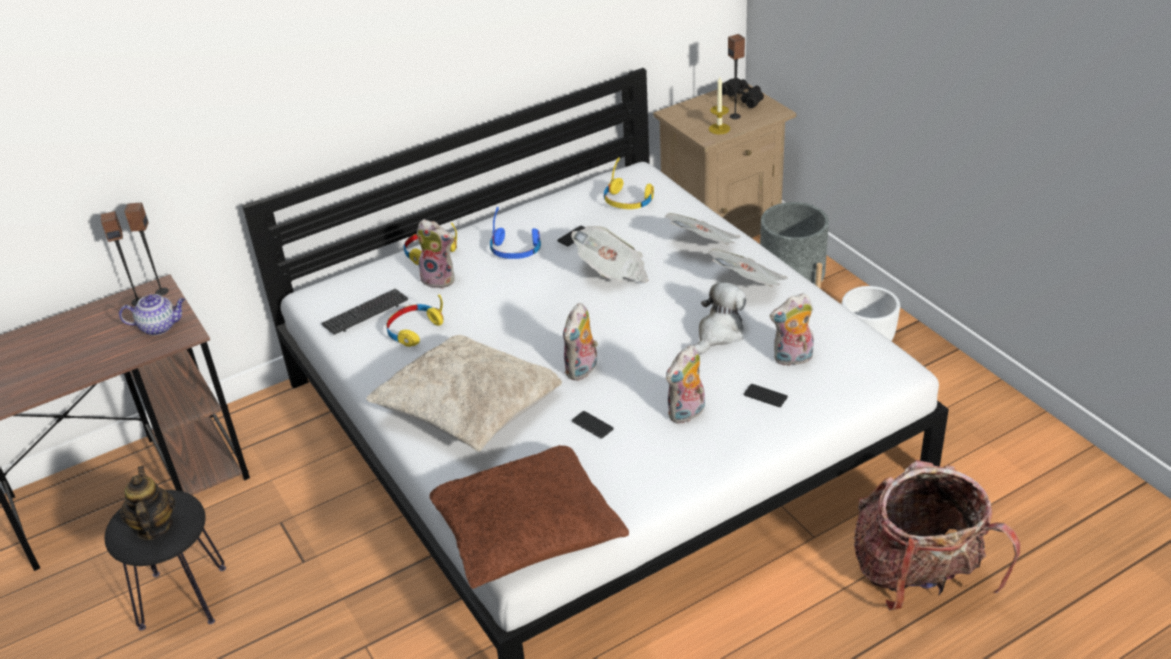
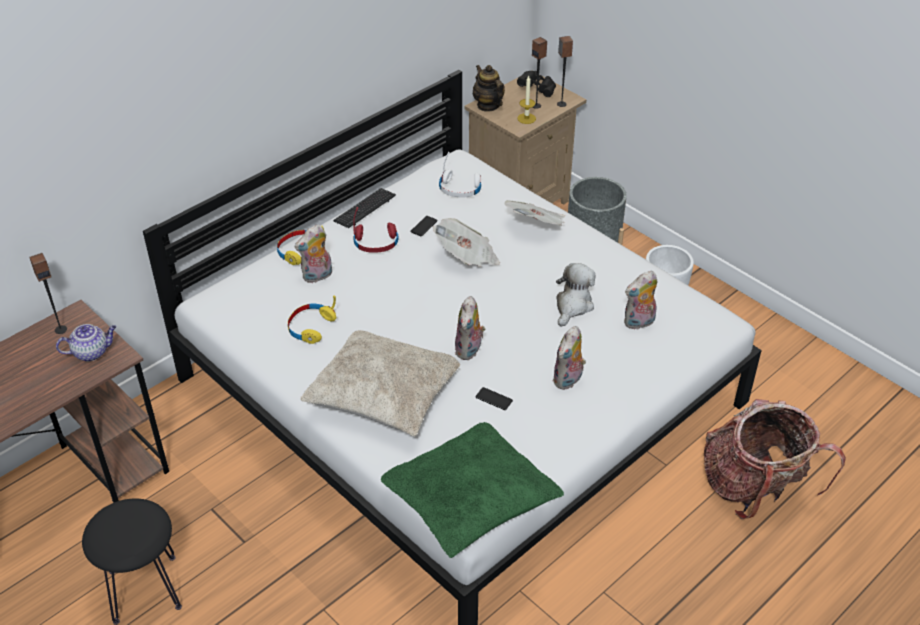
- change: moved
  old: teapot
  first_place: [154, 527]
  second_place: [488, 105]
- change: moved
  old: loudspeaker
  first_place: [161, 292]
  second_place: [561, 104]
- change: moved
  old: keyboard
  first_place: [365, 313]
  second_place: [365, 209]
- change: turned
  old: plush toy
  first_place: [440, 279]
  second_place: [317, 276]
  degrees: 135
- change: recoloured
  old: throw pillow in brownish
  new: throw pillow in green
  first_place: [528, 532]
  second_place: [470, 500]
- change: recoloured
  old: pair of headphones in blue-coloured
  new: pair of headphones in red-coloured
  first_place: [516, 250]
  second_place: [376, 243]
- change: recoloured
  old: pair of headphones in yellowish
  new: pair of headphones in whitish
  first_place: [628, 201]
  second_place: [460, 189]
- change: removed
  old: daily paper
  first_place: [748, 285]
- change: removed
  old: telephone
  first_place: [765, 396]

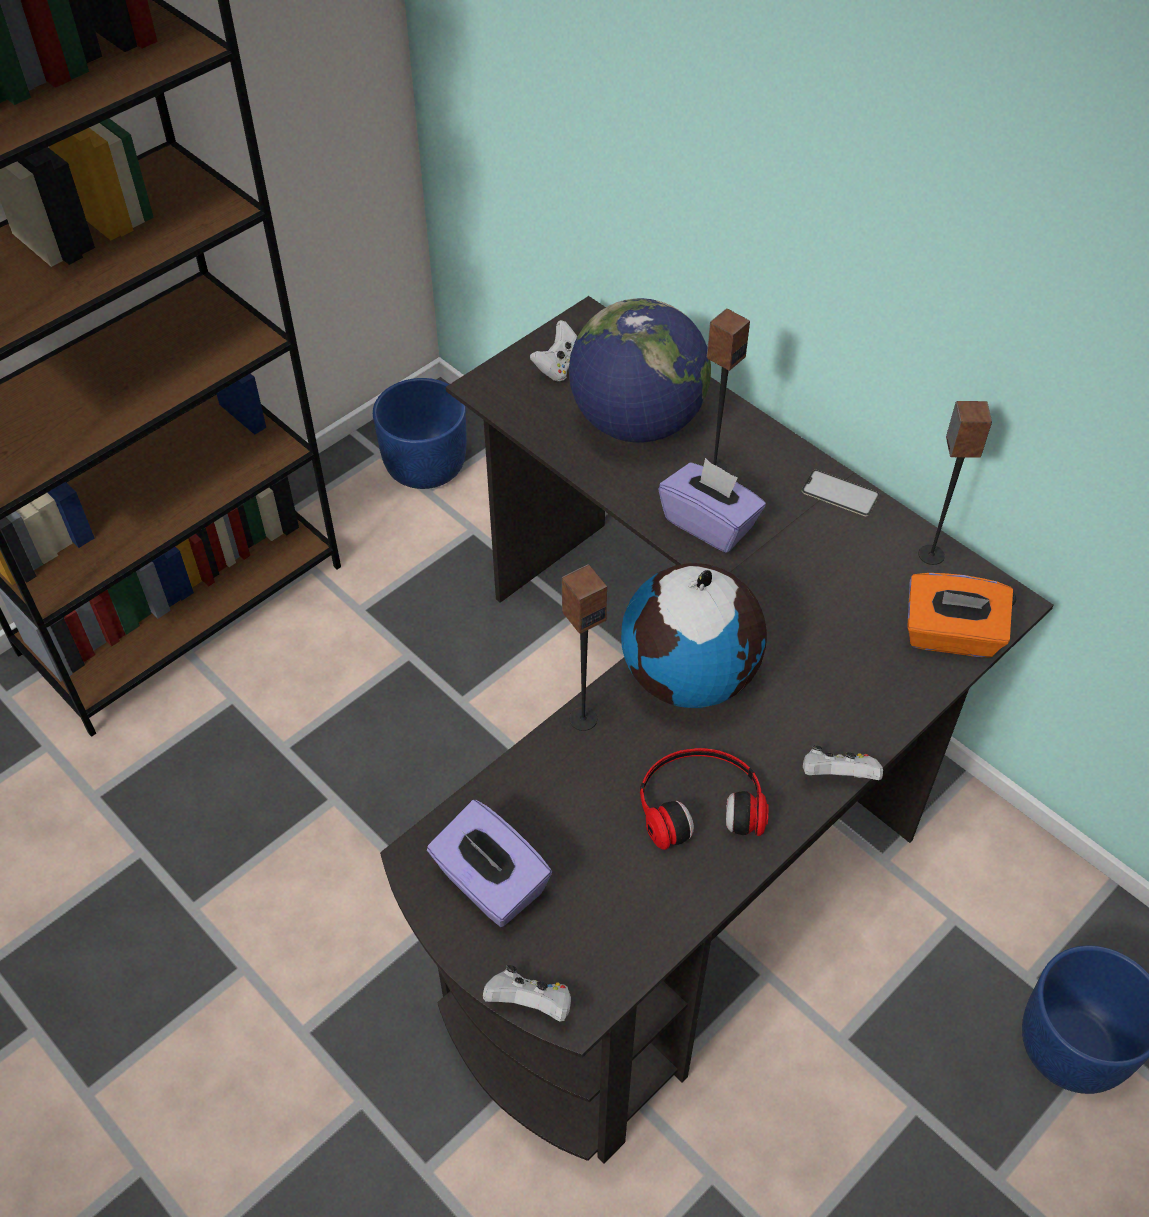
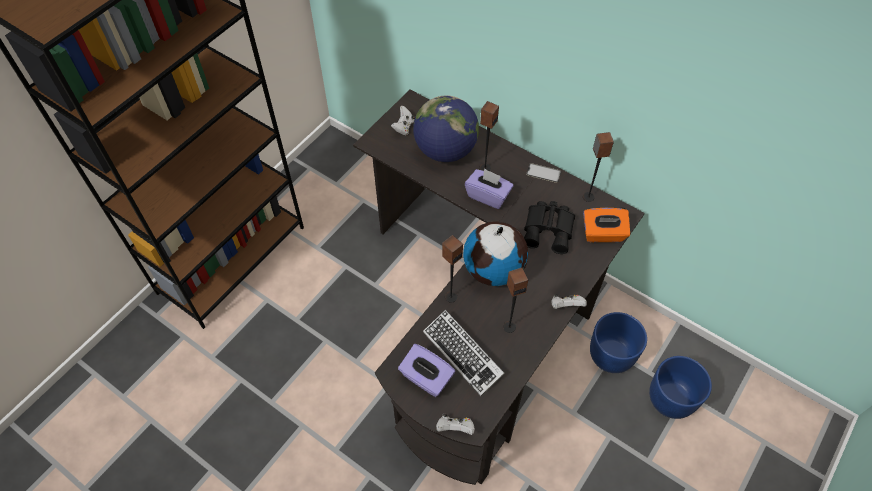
- change: moved
  old: flower pot in blue-coloured
  first_place: [426, 466]
  second_place: [611, 354]
- change: replaced
  old: pair of headphones
  new: loudspeaker
  first_place: [699, 801]
  second_place: [509, 326]
- change: added
  new: keyboard
  second_place: [463, 354]
- change: added
  new: binoculars in black
  second_place: [549, 230]

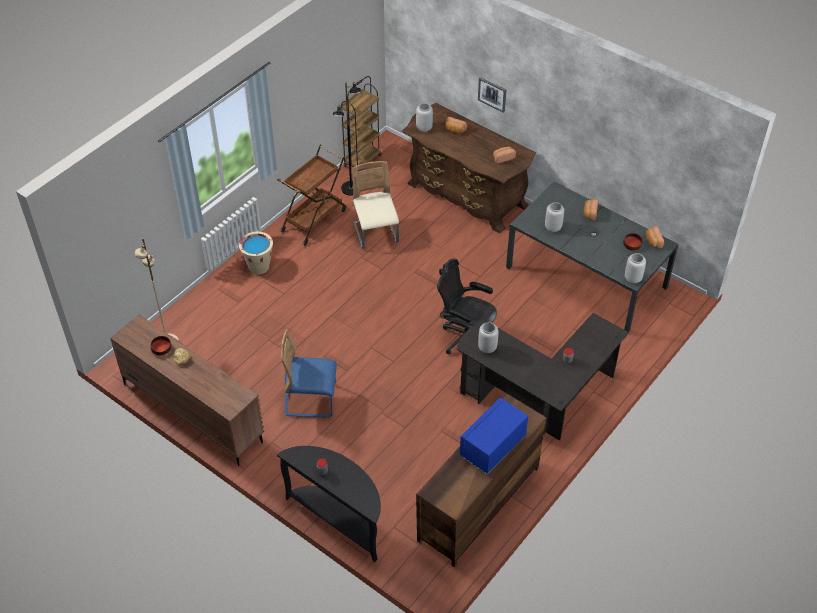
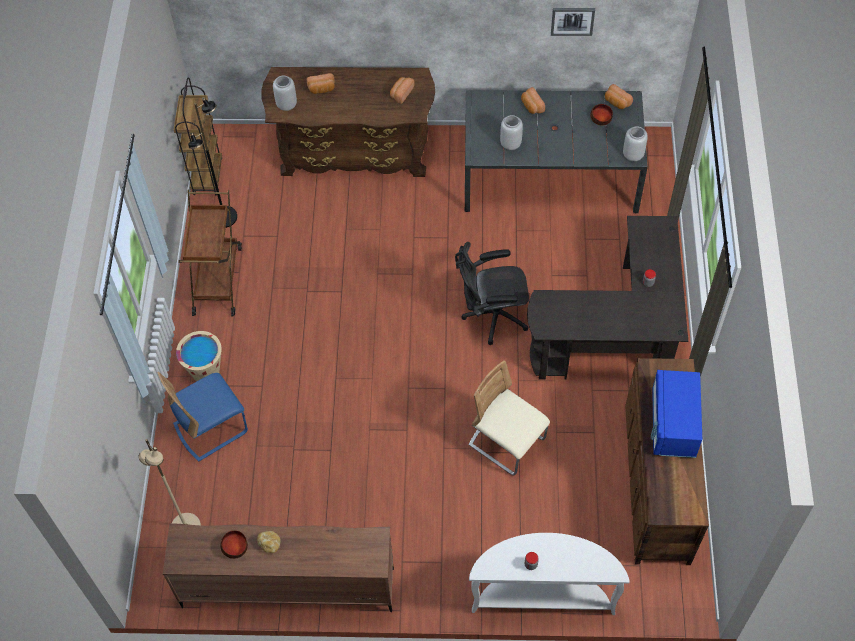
- change: recoloured
  old: hall table in black
  new: hall table in whitish
  first_place: [339, 519]
  second_place: [543, 595]
- change: moved
  old: plain chair in blue-coloured
  first_place: [311, 400]
  second_place: [211, 428]
- change: moved
  old: plain chair in beige
  first_place: [375, 233]
  second_place: [507, 442]
- change: moved
  old: wall picture
  first_place: [492, 94]
  second_place: [572, 20]
- change: removed
  old: decorative vase in greyish
  first_place: [487, 347]

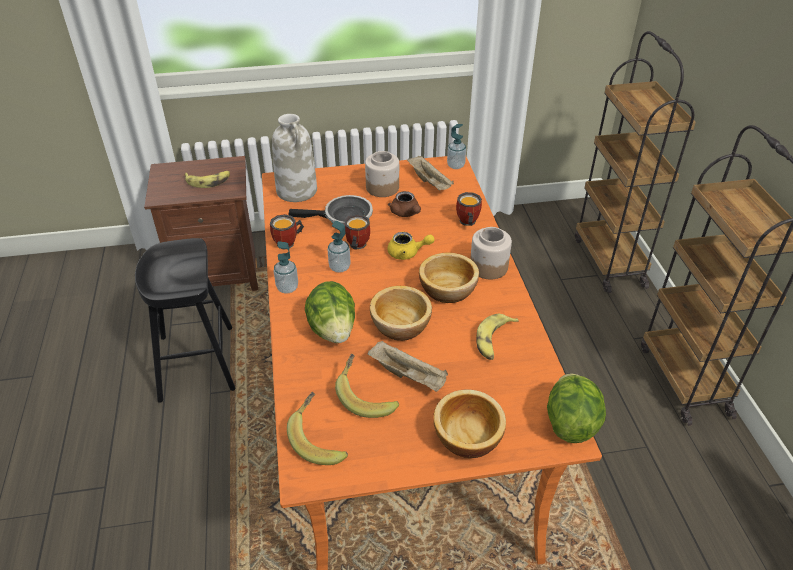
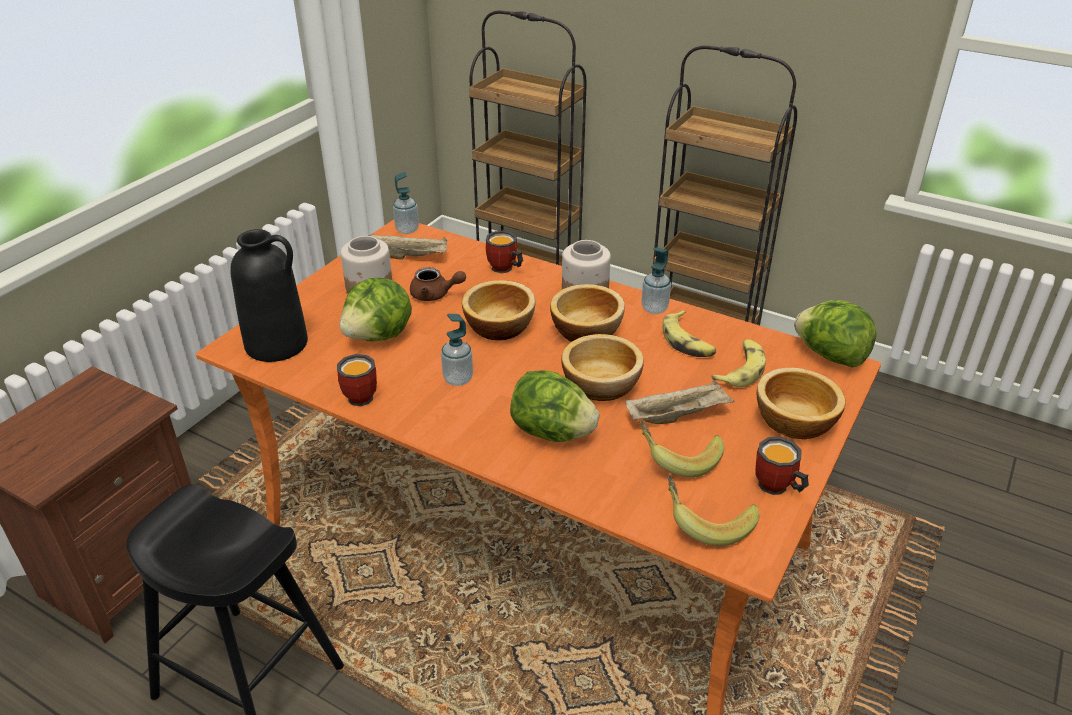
- change: moved
  old: banana fruit
  first_place: [208, 181]
  second_place: [740, 369]
- change: recoloured
  old: decorative vase in whitish
  new: decorative vase in black
  first_place: [297, 191]
  second_place: [278, 344]
- change: moved
  old: soap dispenser
  first_place: [287, 288]
  second_place: [654, 308]
- change: replaced
  old: pan
  new: head of lettuce
  first_place: [344, 218]
  second_place: [379, 336]
- change: moved
  old: coffee mug
  first_place: [356, 246]
  second_place: [776, 489]
- change: replaced
  old: teapot in yellowish
  new: bowl
  first_place: [407, 253]
  second_place: [499, 325]

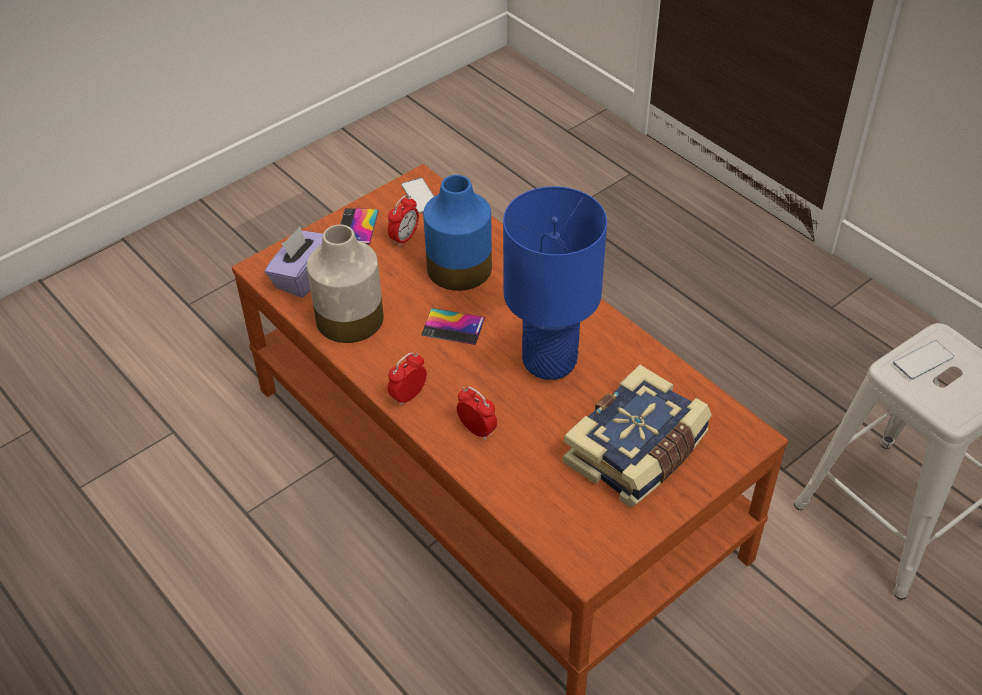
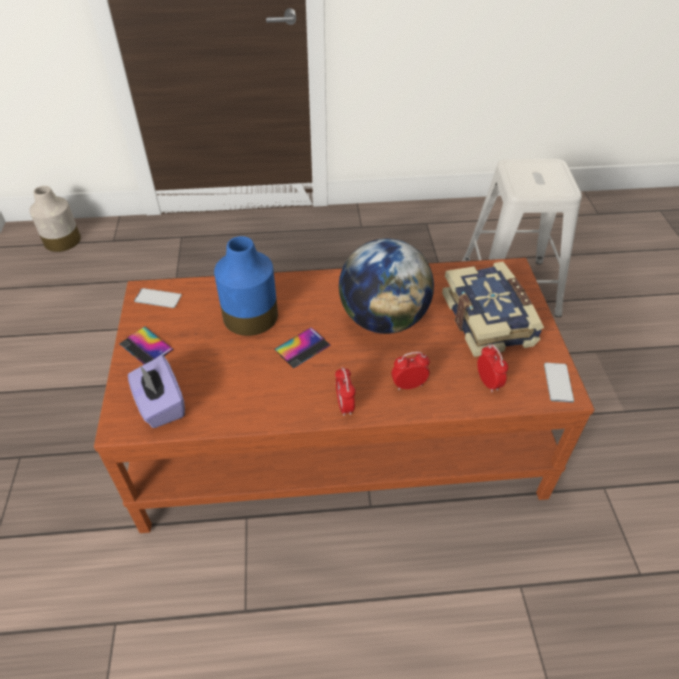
- change: moved
  old: decorative vase in beige
  first_place: [350, 318]
  second_place: [62, 240]
- change: moved
  old: table clock
  first_place: [404, 238]
  second_place: [488, 382]
- change: replaced
  old: lamp for a table in blue-coloured
  new: desk globe
  first_place: [550, 365]
  second_place: [383, 319]
- change: moved
  old: telephone
  first_place: [923, 360]
  second_place: [558, 382]

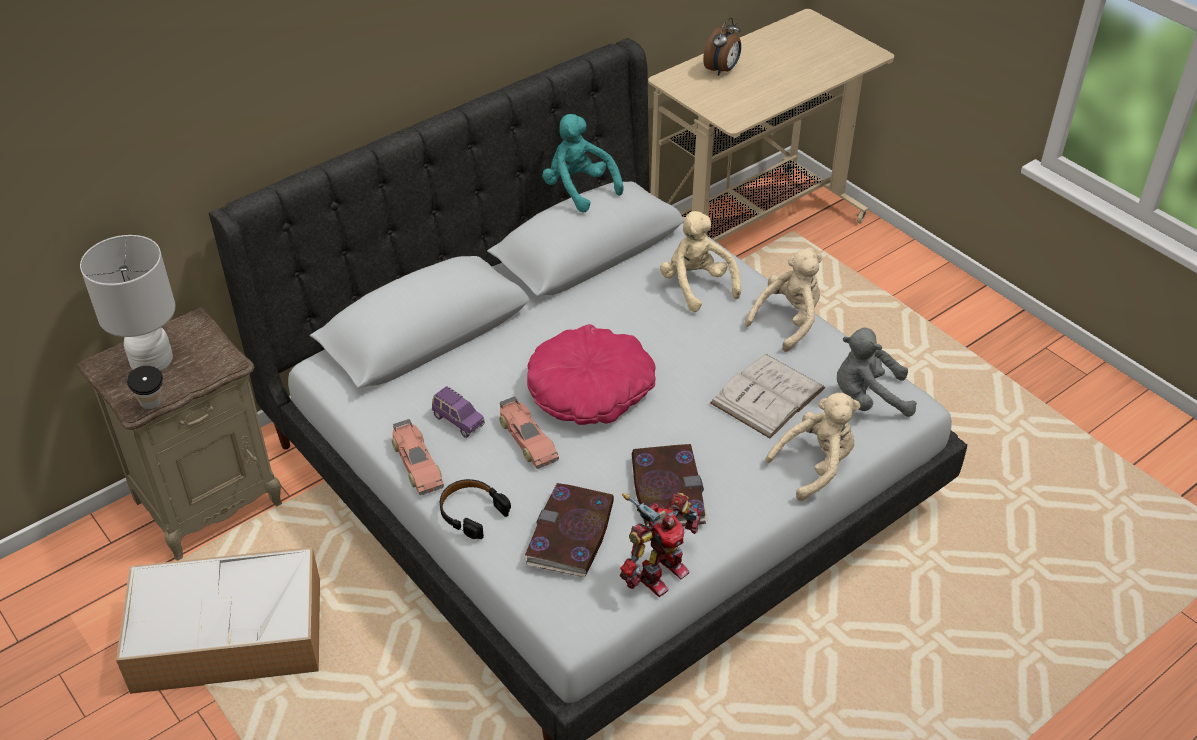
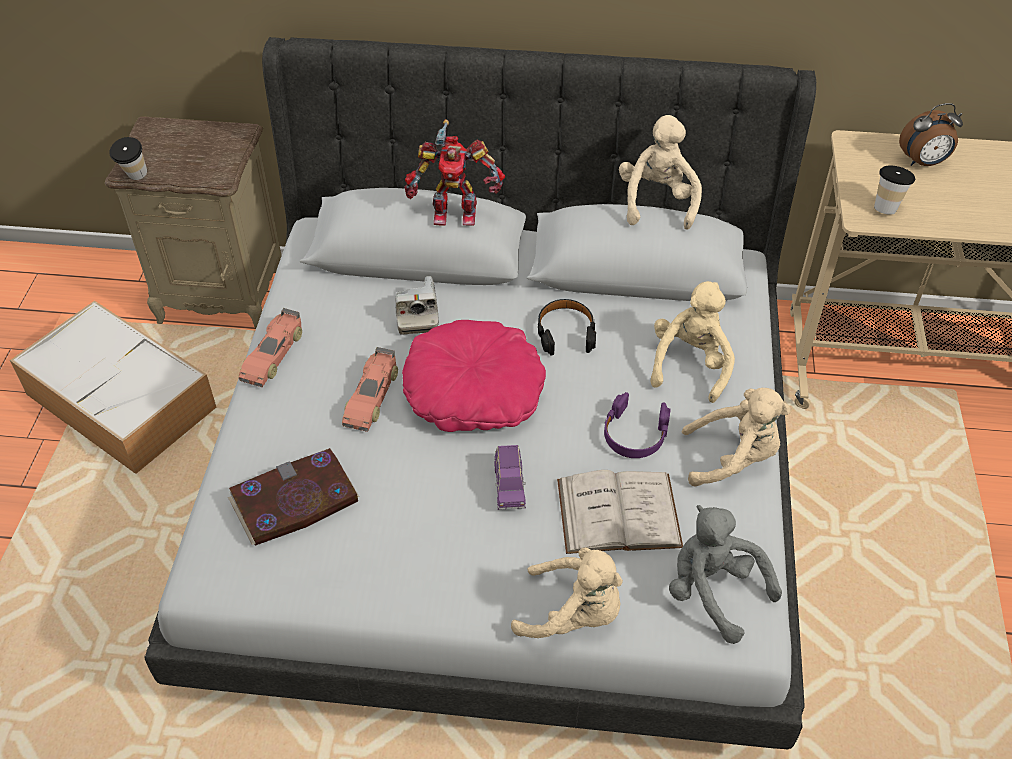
- change: removed
  old: lamp for a table in greyish
  first_place: [151, 359]
- change: moved
  old: miniature car in purple-coloured
  first_place: [458, 421]
  second_place: [509, 486]
- change: moved
  old: pair of headphones in black
  first_place: [472, 512]
  second_place: [565, 332]
- change: recoloured
  old: plush toy in turquoise
  new: plush toy in beige
  first_place: [578, 189]
  second_place: [657, 202]
- change: moved
  old: model robot
  first_place: [659, 572]
  second_place: [454, 212]
- change: removed
  old: volume
  first_place: [667, 489]
- change: added
  new: still camera
  second_place: [417, 315]
- change: added
  new: pair of headphones in purple-coloured
  second_place: [634, 434]
- change: added
  new: small cup
  second_place: [886, 206]

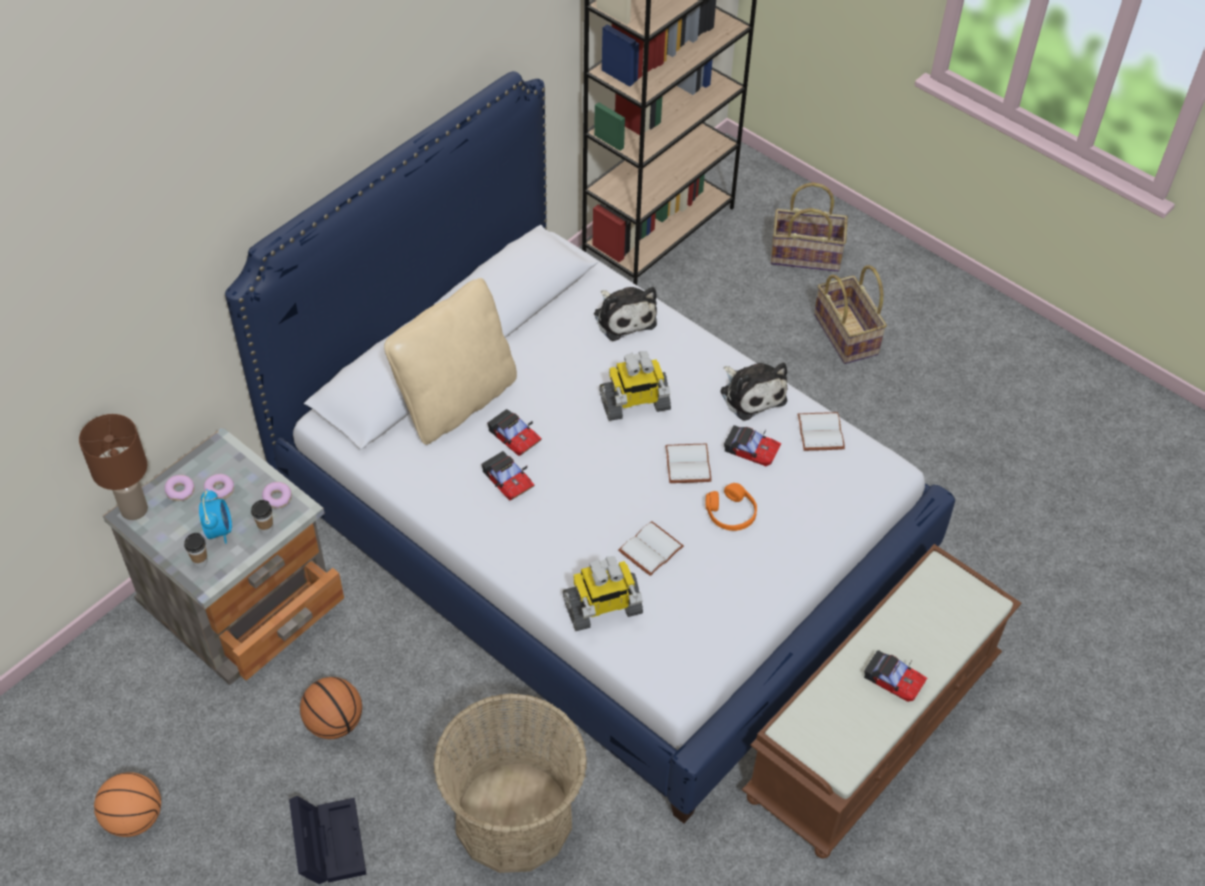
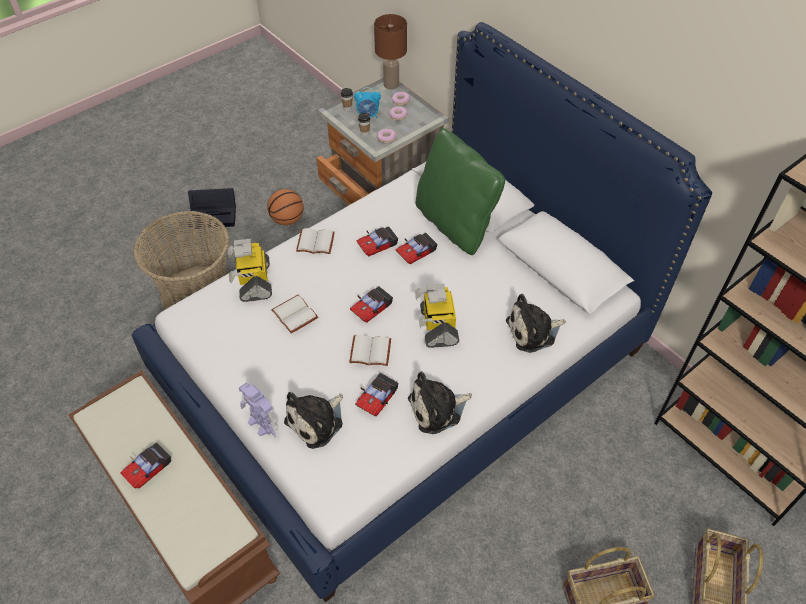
- change: removed
  old: basketball
  first_place: [134, 818]
- change: recoloured
  old: throw pillow in beige
  new: throw pillow in green
  first_place: [456, 401]
  second_place: [455, 224]
- change: removed
  old: pair of headphones in orange-coloured
  first_place: [731, 513]
- change: moved
  old: volume in whitish
  first_place: [822, 433]
  second_place: [314, 243]
- change: added
  new: model robot
  second_place: [262, 424]
- change: added
  new: plush toy
  second_place: [317, 421]
- change: added
  new: miniature car
  second_place: [371, 307]

